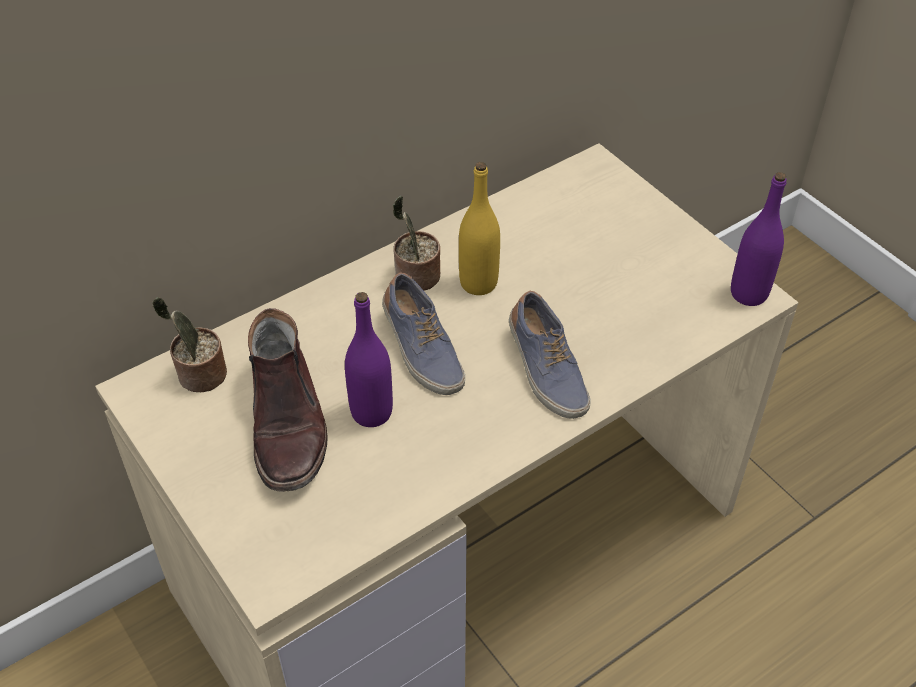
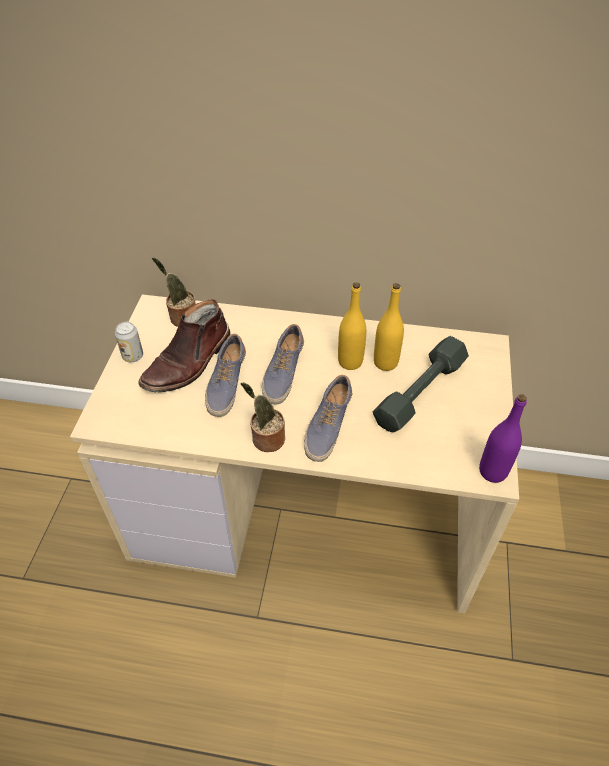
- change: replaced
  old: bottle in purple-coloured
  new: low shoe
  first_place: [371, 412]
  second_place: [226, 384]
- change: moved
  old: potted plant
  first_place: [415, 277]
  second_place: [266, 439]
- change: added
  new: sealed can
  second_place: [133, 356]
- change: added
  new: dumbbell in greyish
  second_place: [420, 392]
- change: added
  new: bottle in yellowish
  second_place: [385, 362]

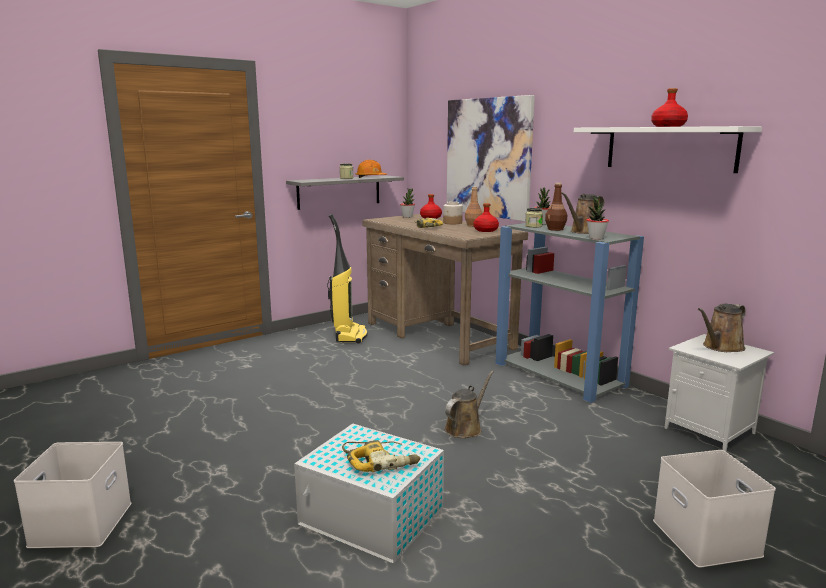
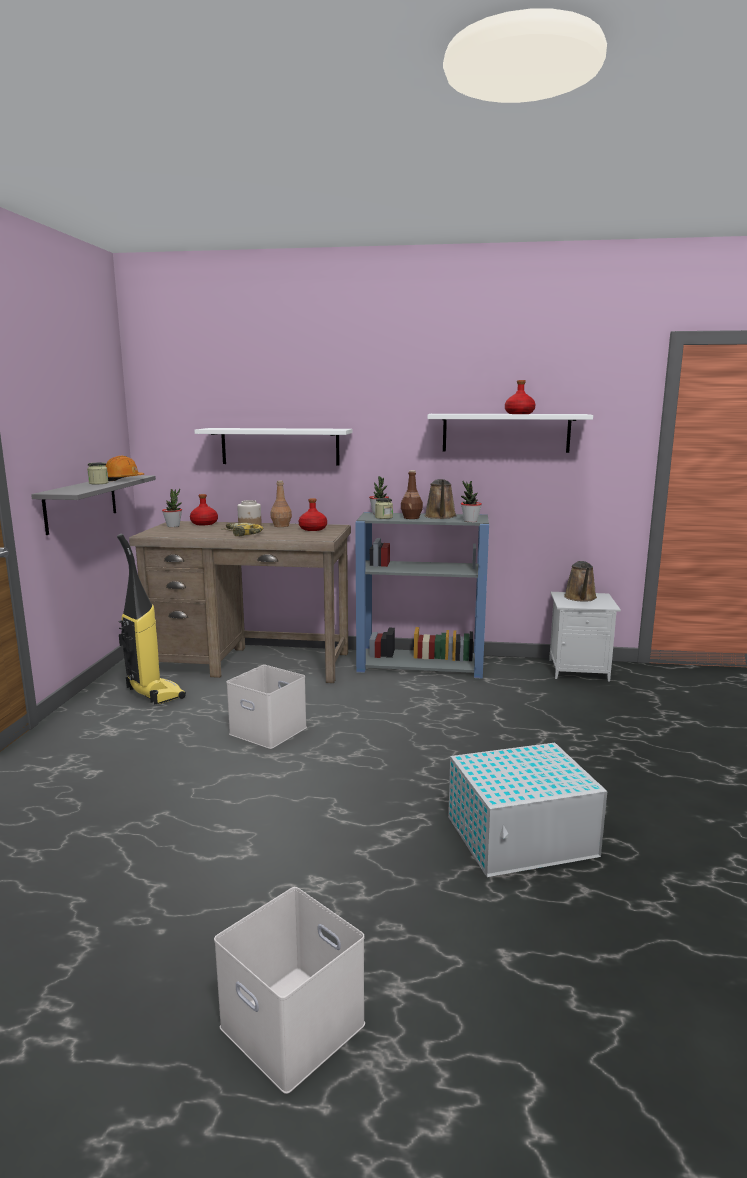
- change: removed
  old: drill
  first_place: [381, 461]
- change: removed
  old: sprinkling can in brownish
  first_place: [465, 428]
- change: replaced
  old: wall picture
  new: bracket shelf in whitish
  first_place: [488, 157]
  second_place: [280, 446]
- change: moved
  old: storage container in whitish
  first_place: [708, 538]
  second_place: [270, 730]

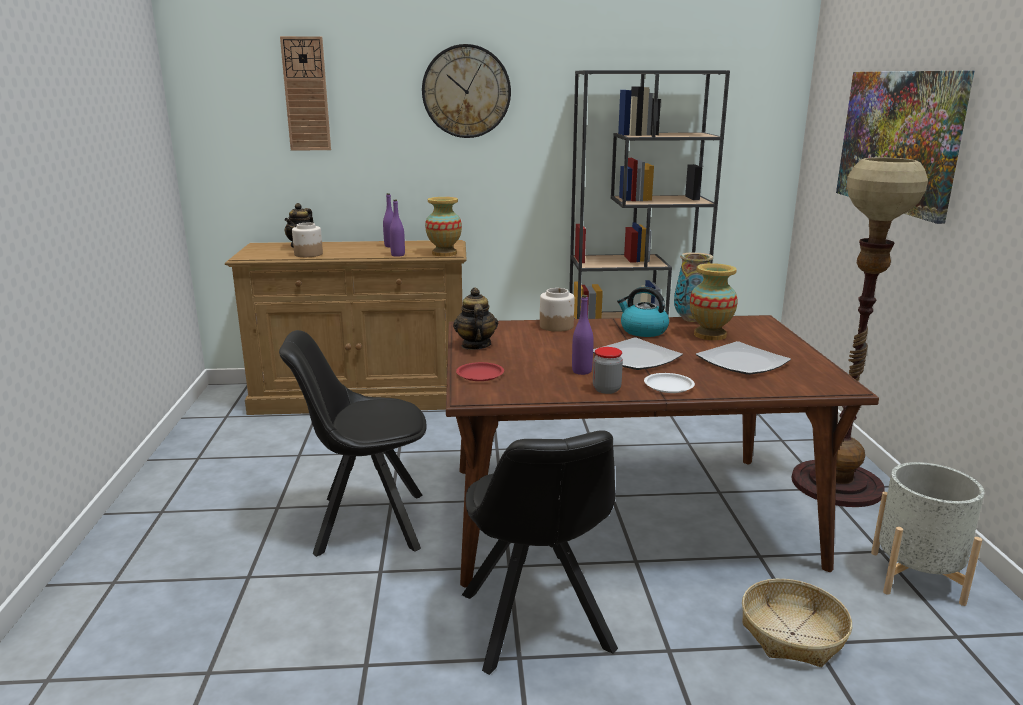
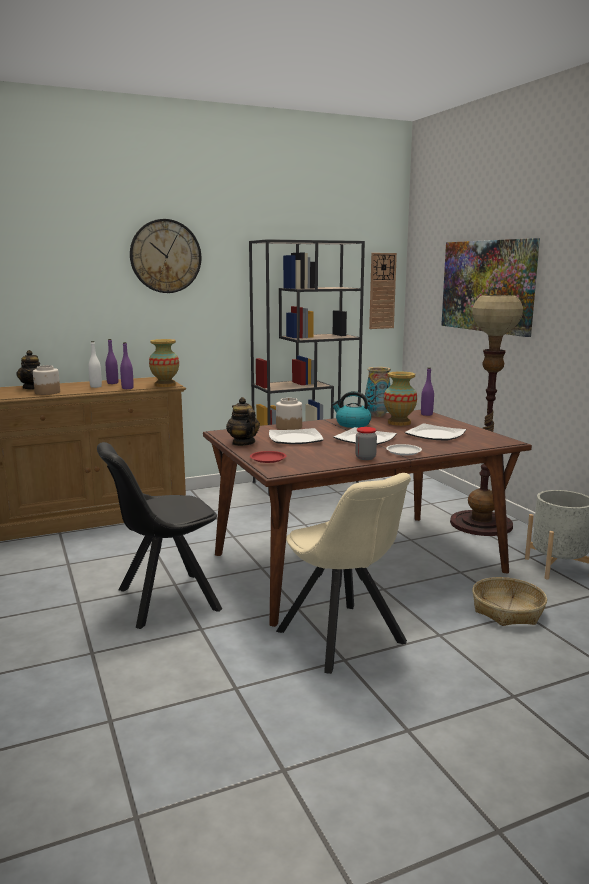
- change: moved
  old: clock on the wall
  first_place: [306, 94]
  second_place: [382, 291]
- change: recoloured
  old: plain chair in black
  new: plain chair in beige
  first_place: [537, 624]
  second_place: [343, 638]
- change: moved
  old: bottle in purple-coloured
  first_place: [581, 371]
  second_place: [426, 414]
- change: added
  new: bottle in whitish
  second_place: [96, 386]
- change: added
  new: flat dish
  second_place: [296, 439]

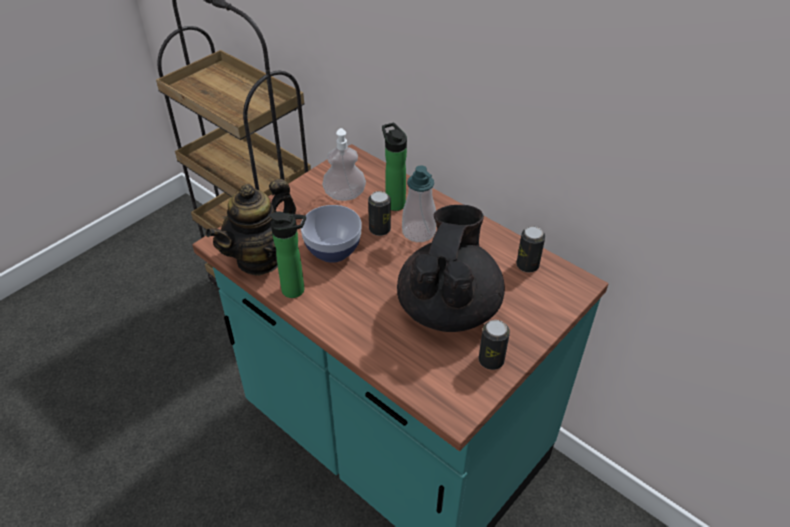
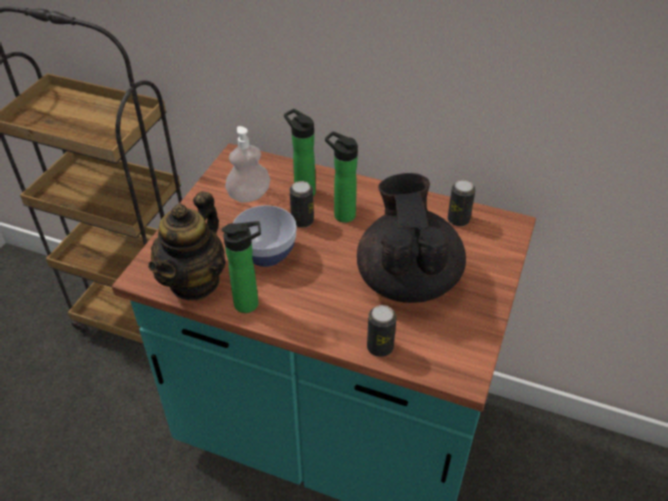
- change: replaced
  old: soap dispenser
  new: bottle
  first_place: [418, 232]
  second_place: [341, 214]
- change: moved
  old: sealed can
  first_place: [491, 360]
  second_place: [380, 347]

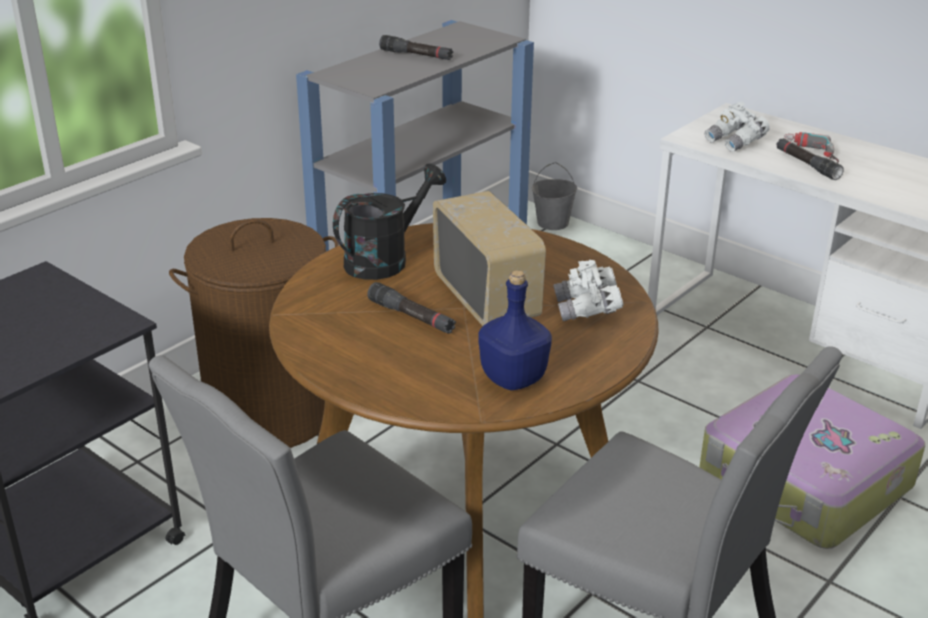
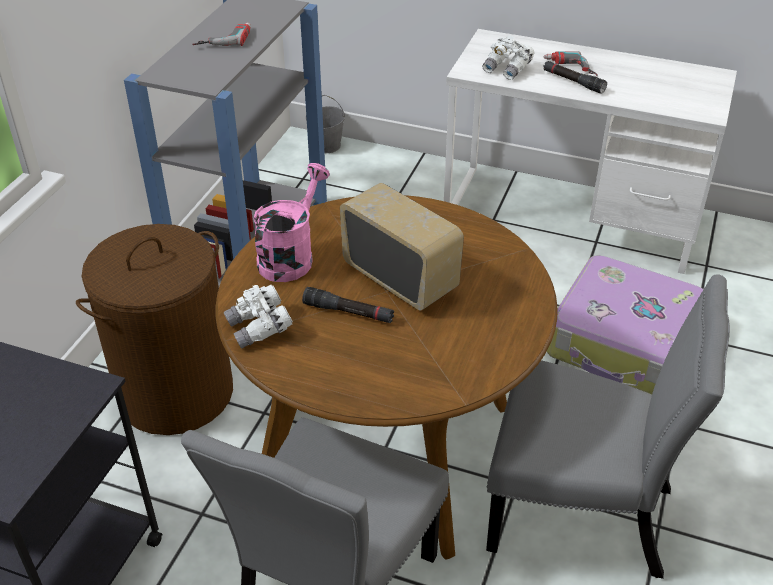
- change: recoloured
  old: sprinkling can in black
  new: sprinkling can in pinkish
  first_place: [385, 259]
  second_place: [290, 256]
- change: replaced
  old: flashlight in black
  new: drill
  first_place: [416, 55]
  second_place: [223, 38]
- change: removed
  old: bottle in blue-coloured
  first_place: [514, 379]
- change: moved
  old: binoculars in whitish
  first_place: [587, 310]
  second_place: [260, 328]

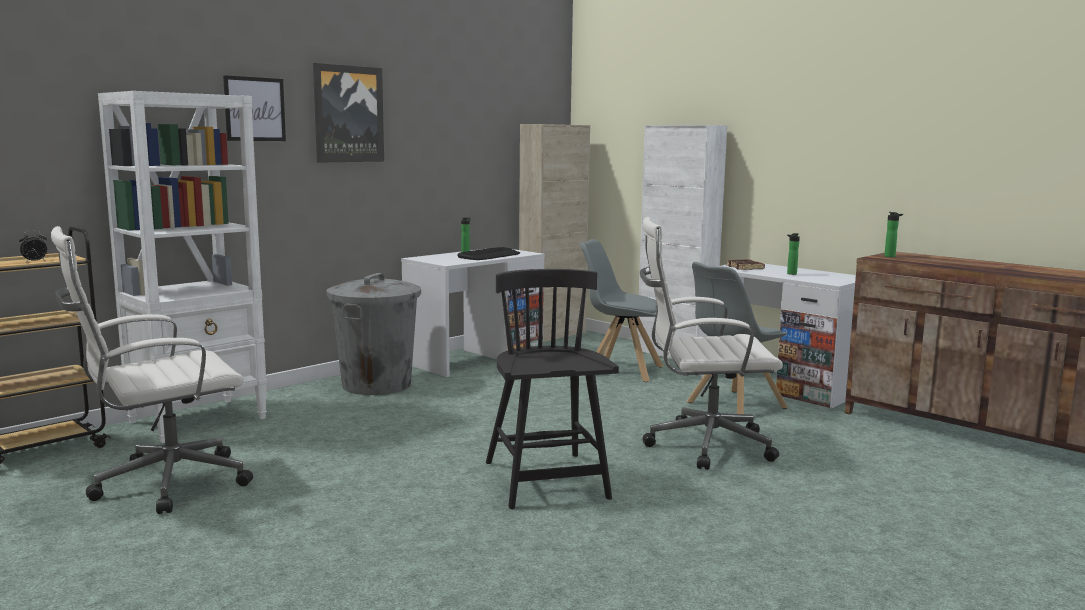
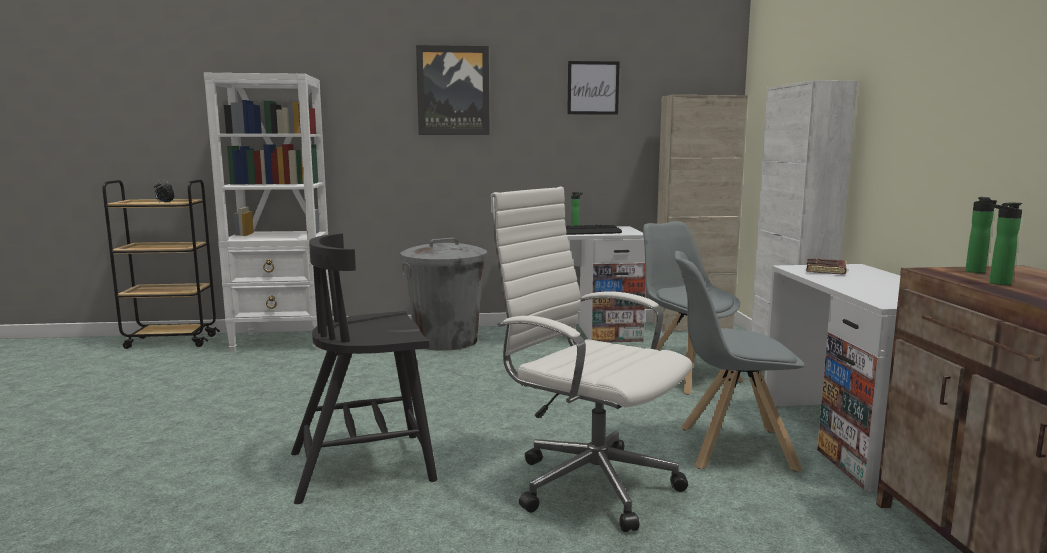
- change: removed
  old: office chair in whitish
  first_place: [164, 484]
- change: moved
  old: wall picture
  first_place: [255, 109]
  second_place: [593, 88]
- change: turned
  old: plain chair in black
  first_place: [546, 481]
  second_place: [365, 465]
  degrees: -135
- change: moved
  old: bottle
  first_place: [791, 274]
  second_place: [997, 283]

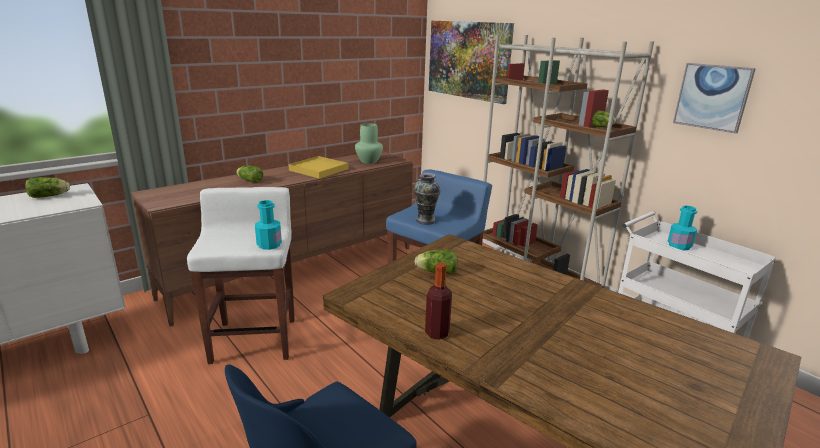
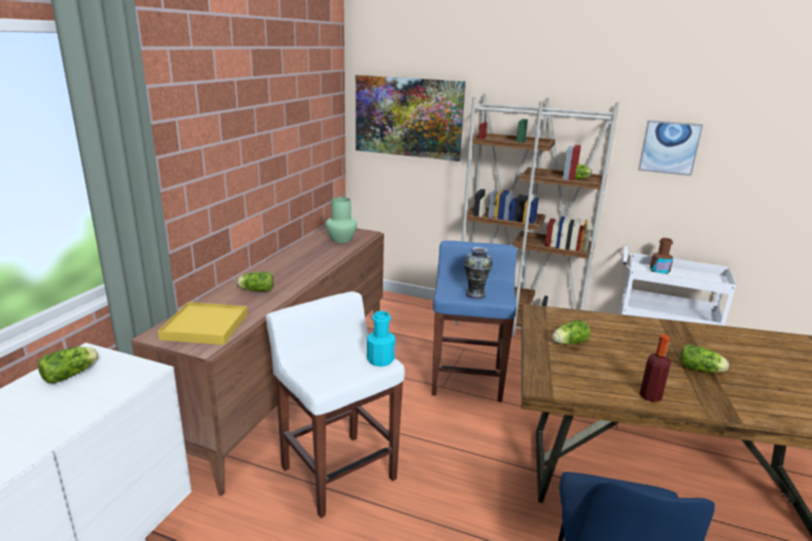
- change: moved
  old: carrying tray in yellowish
  first_place: [318, 169]
  second_place: [205, 326]
- change: recoloured
  old: bottle in turquoise
  new: bottle in brownish
  first_place: [679, 246]
  second_place: [659, 271]
- change: added
  new: head of lettuce
  second_place: [701, 370]

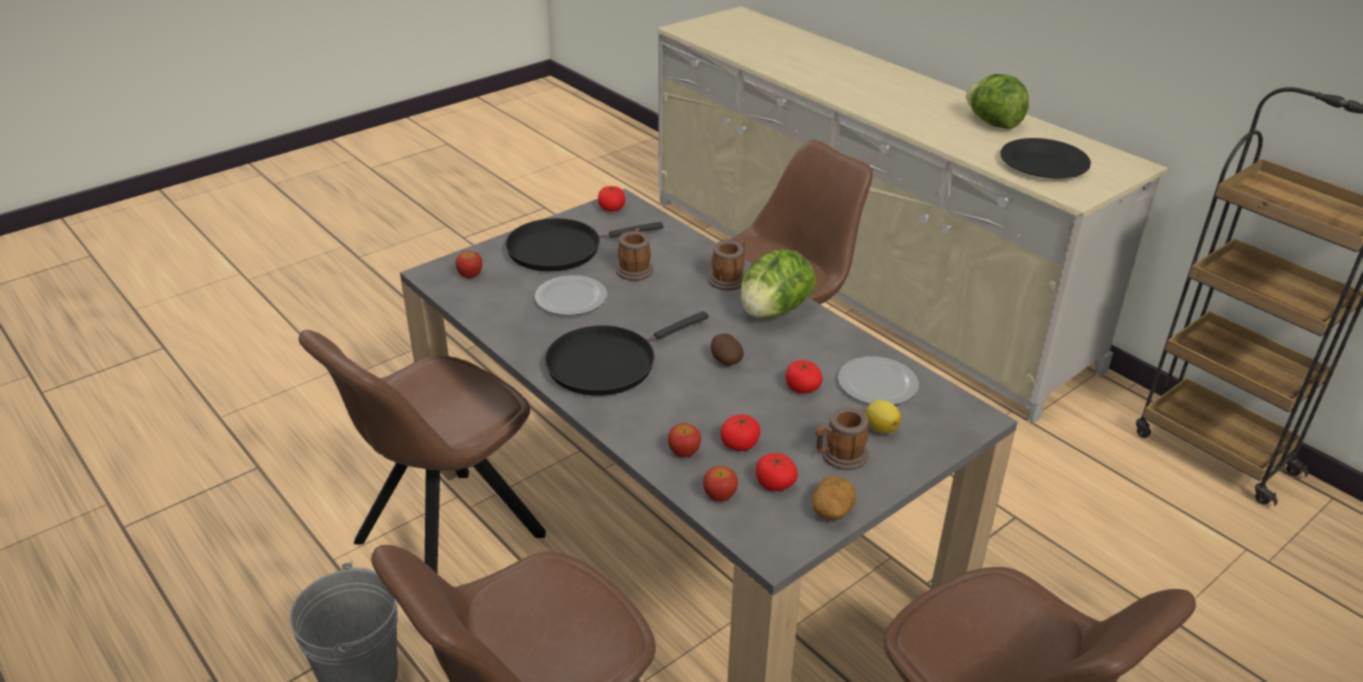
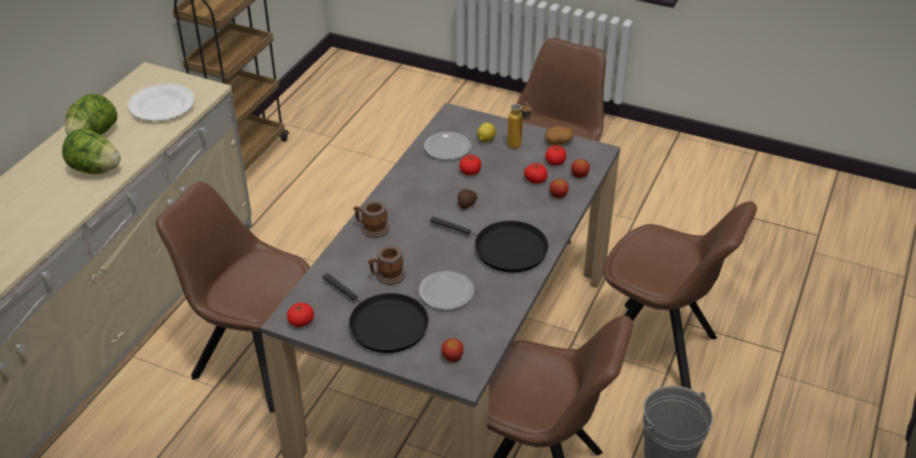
- change: moved
  old: head of lettuce
  first_place: [773, 311]
  second_place: [95, 169]
- change: replaced
  old: coffee mug
  new: bottle
  first_place: [839, 456]
  second_place: [518, 147]
- change: recoloured
  old: flat dish in black
  new: flat dish in whitish
  first_place: [1044, 164]
  second_place: [162, 106]

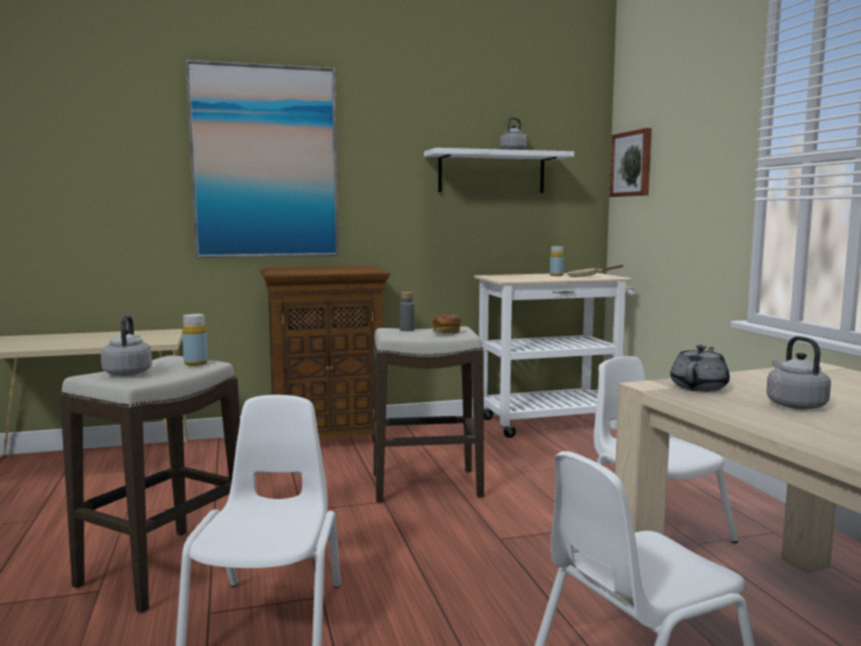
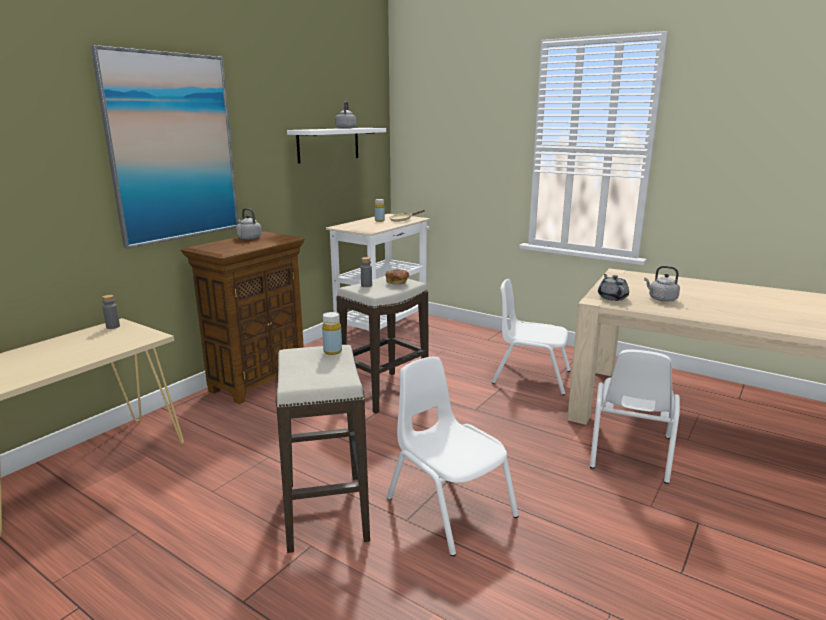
- change: moved
  old: tea kettle in greyish
  first_place: [128, 372]
  second_place: [248, 238]
- change: removed
  old: wall picture
  first_place: [632, 164]
- change: added
  new: bottle in greyish
  second_place: [113, 327]

